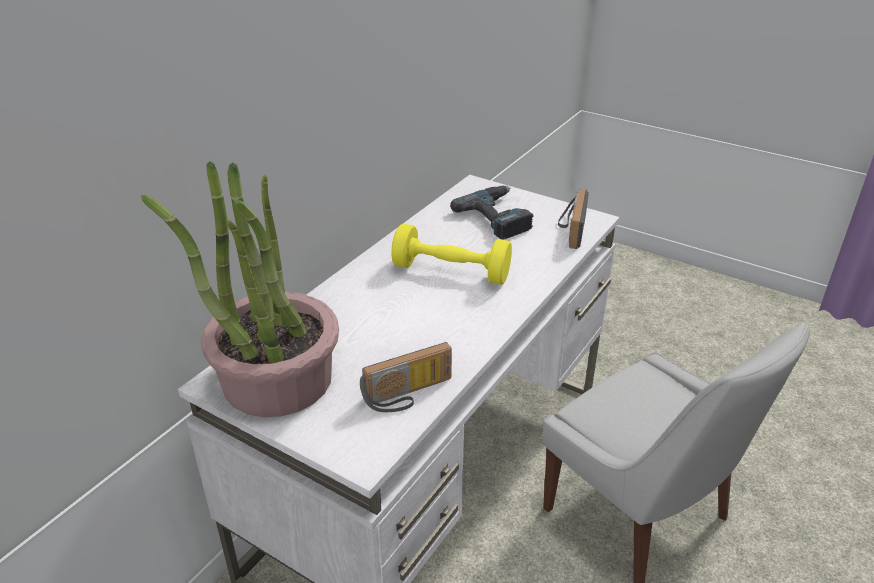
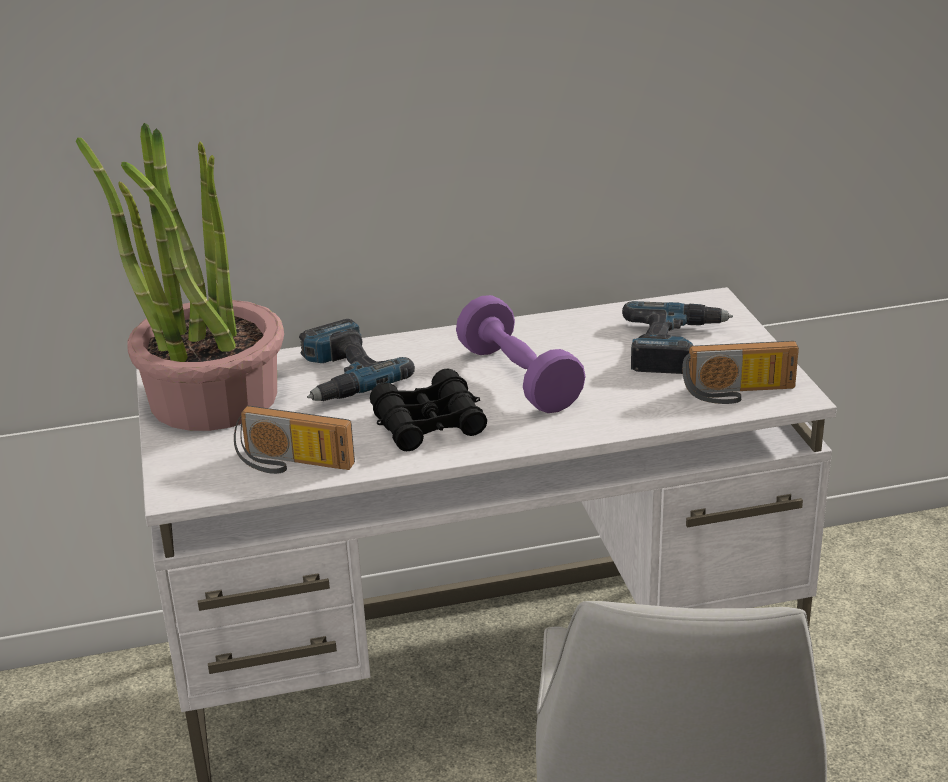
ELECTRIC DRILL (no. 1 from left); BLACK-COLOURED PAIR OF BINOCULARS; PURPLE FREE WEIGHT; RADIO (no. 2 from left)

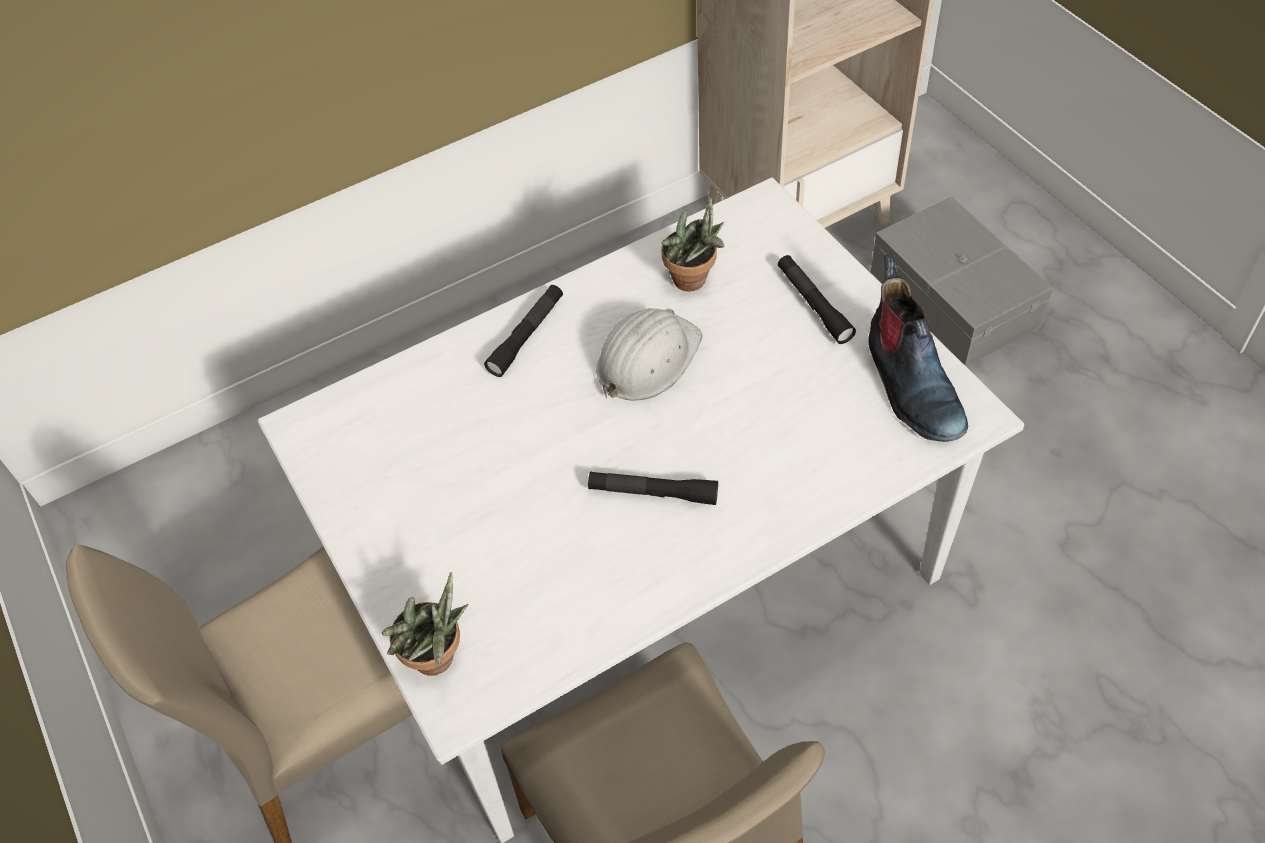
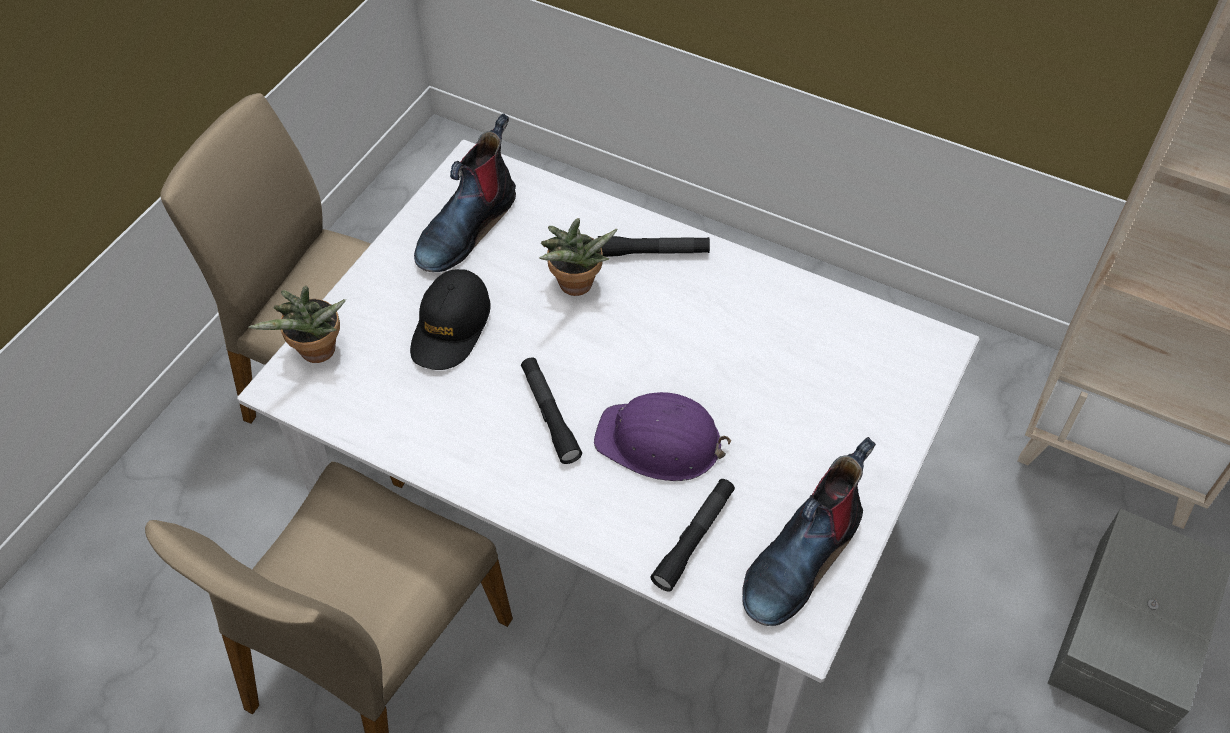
WHITE-COLOURED HARD HAT; BLACK-COLOURED PEAKED CAP; HIGH-TOP BOOT (no. 1 from left); PURPLE HARD HAT; HOUSEPLANT (no. 2 from left); BLACK-COLOURED FLASHLIGHT (no. 3 from left)

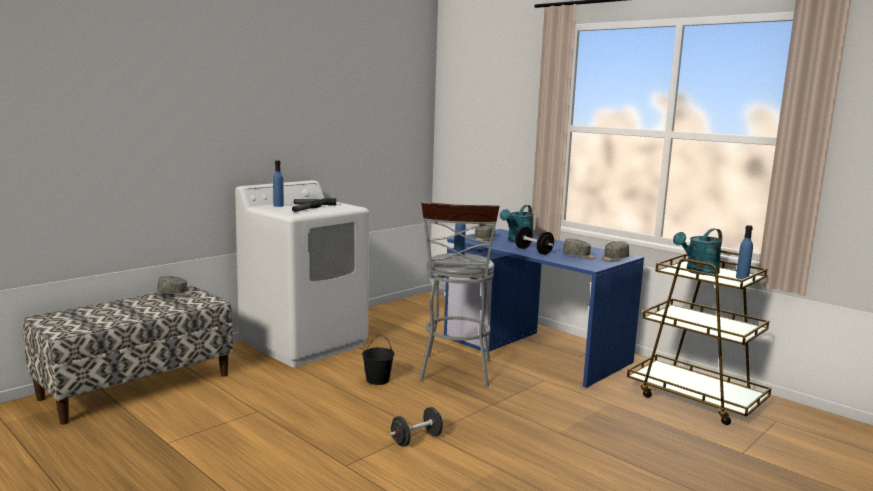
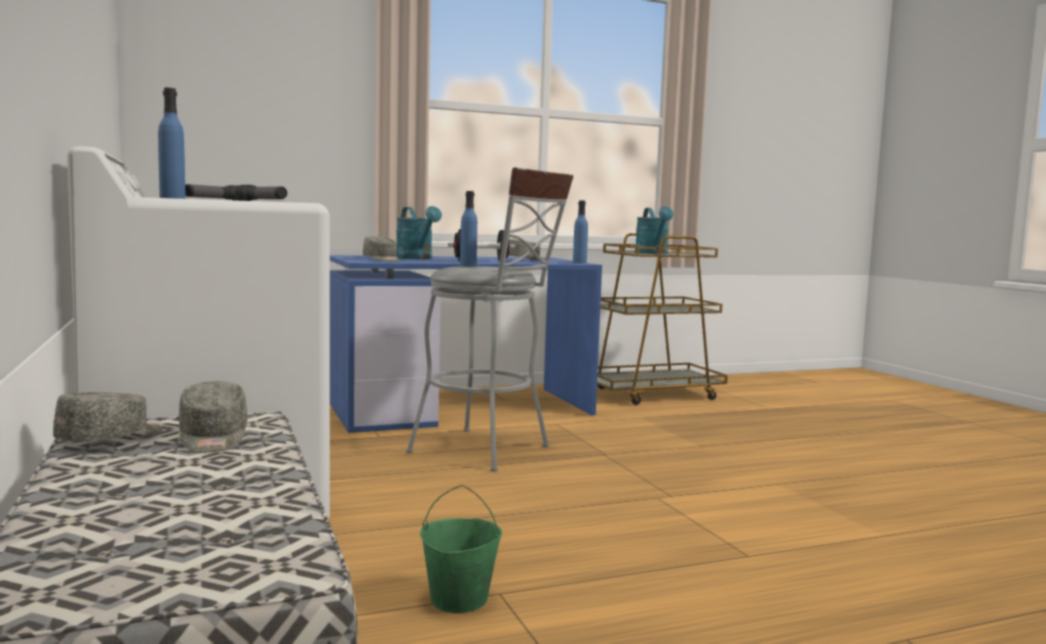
BLACK-COLOURED PAIL; BLACK-COLOURED FREE WEIGHT (no. 1 from left in the first image); GREEN-COLOURED PAIL; GREY PEAKED CAP (no. 2 from left); BLUE-COLOURED BOTTLE (no. 3 from left)

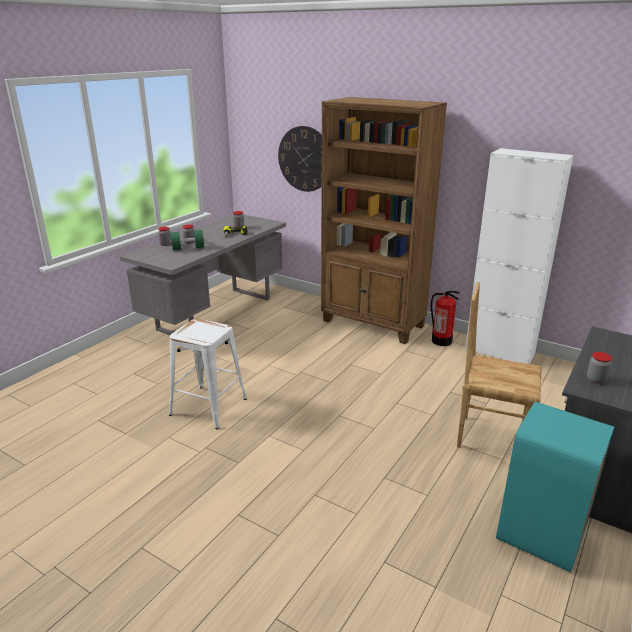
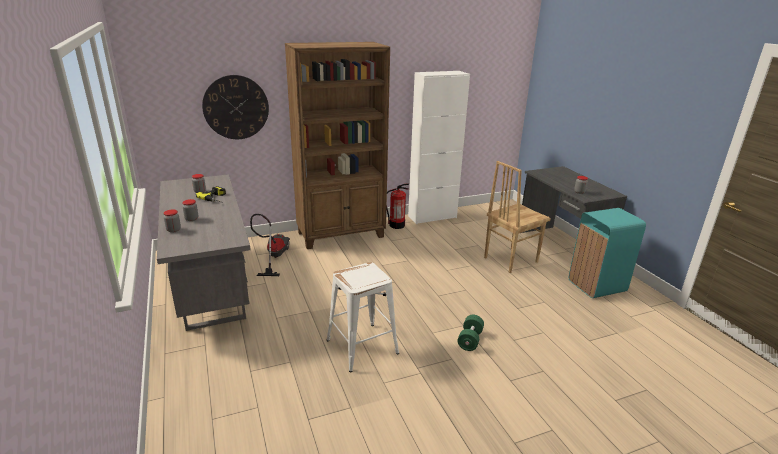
HOOVER; GREEN-COLOURED FREE WEIGHT

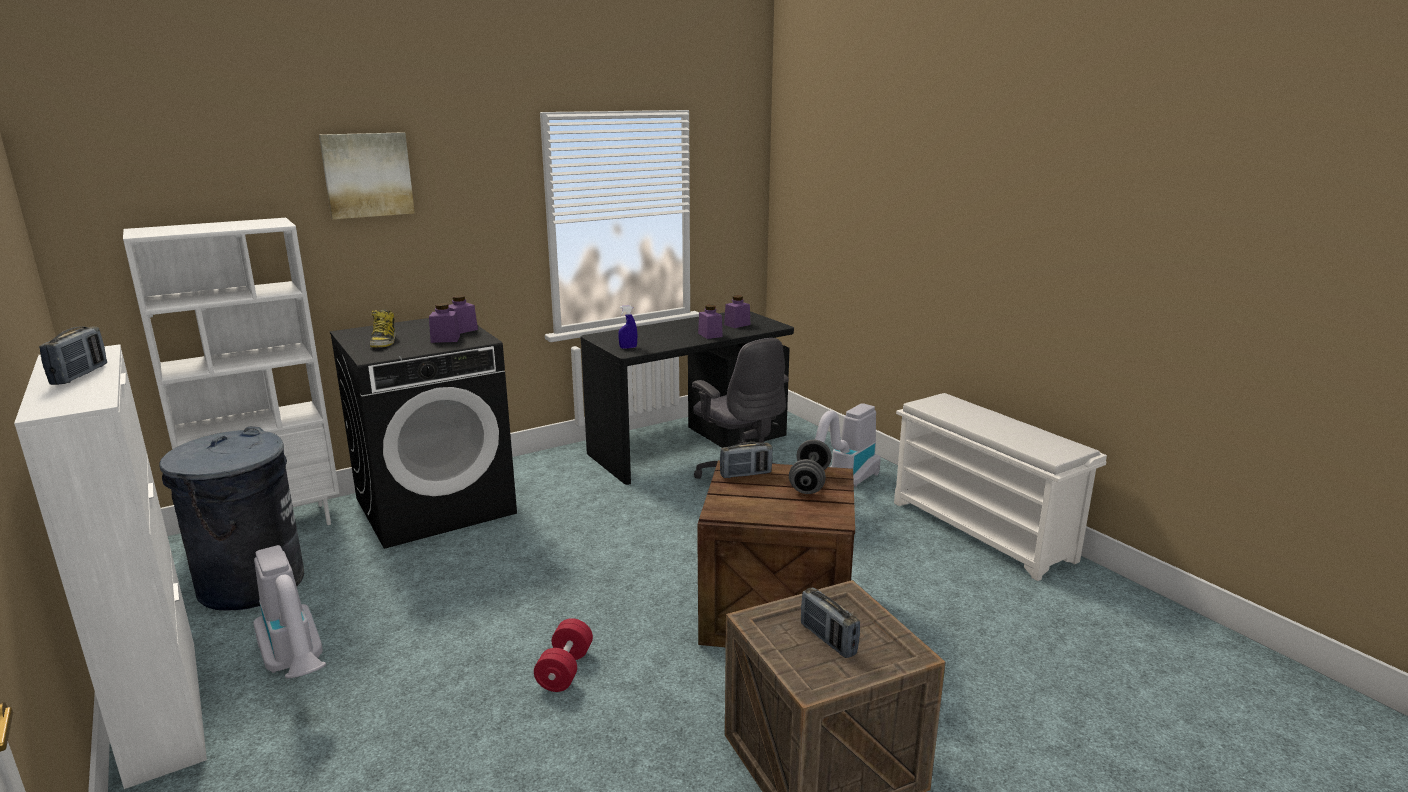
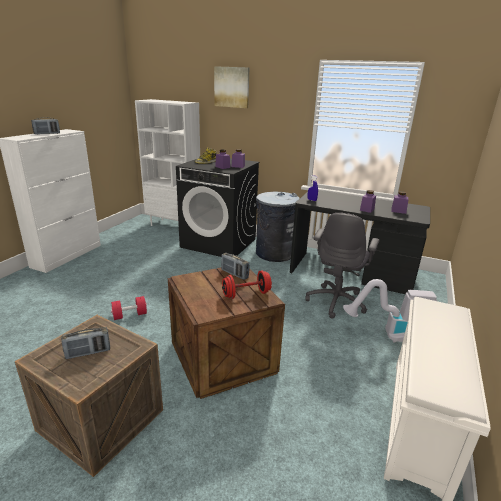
HOOVER (no. 1 from left in the first image); GREY WASTE BIN; RED FREE WEIGHT (no. 2 from left); RADIO (no. 2 from left)

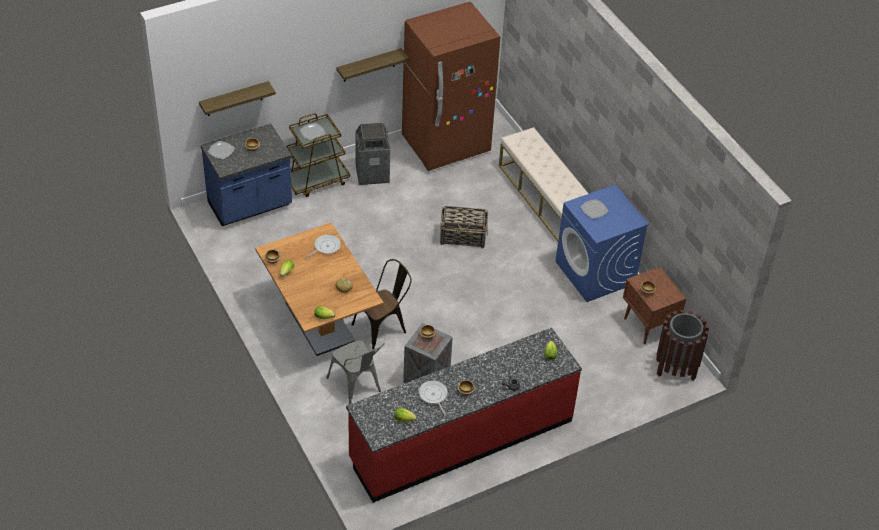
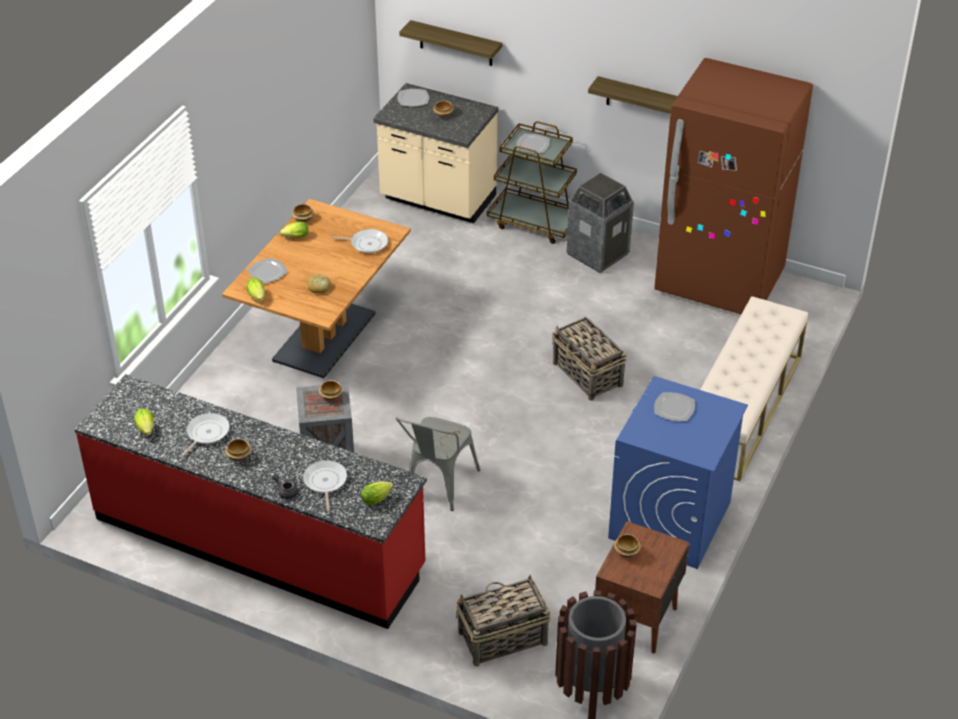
BROWN-COLOURED UPRIGHT CHAIR; DINNER PLATE (no. 1 from left); PAN (no. 2 from left); STORAGE BASKET (no. 1 from left); GREY UPRIGHT CHAIR; SAND-COLOURED KITCHEN BASE UNIT

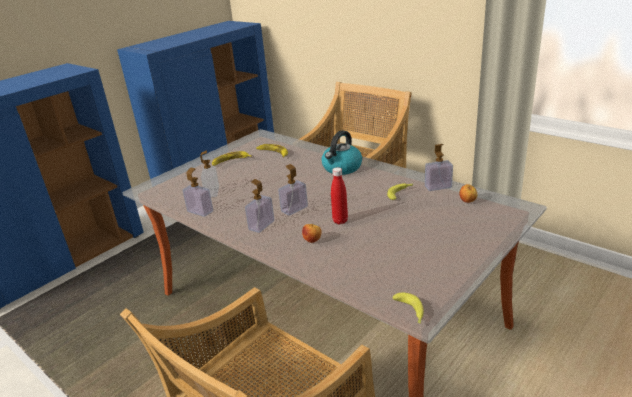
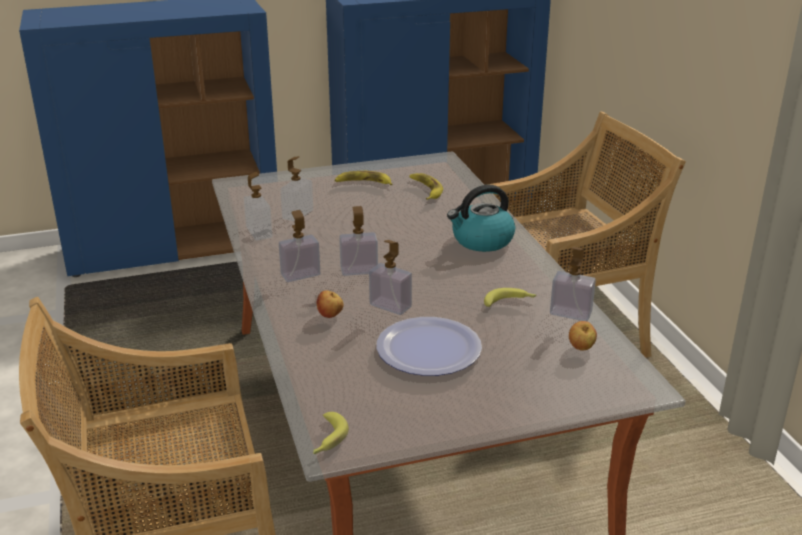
DINNER PLATE; SOAP BOTTLE (no. 5 from left)

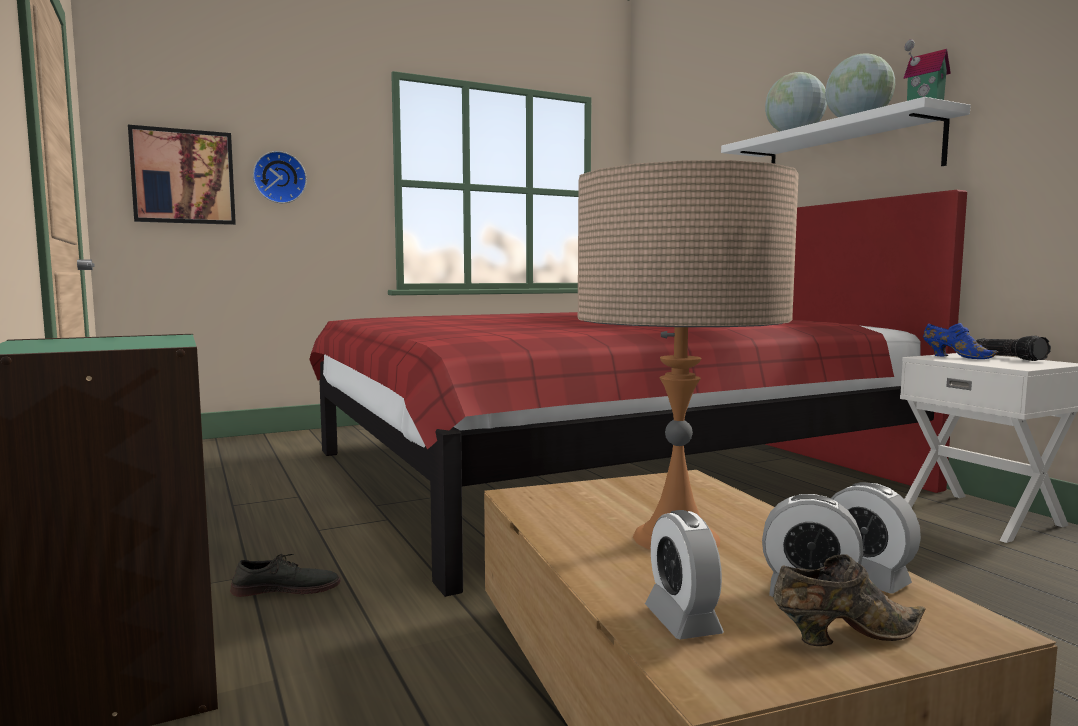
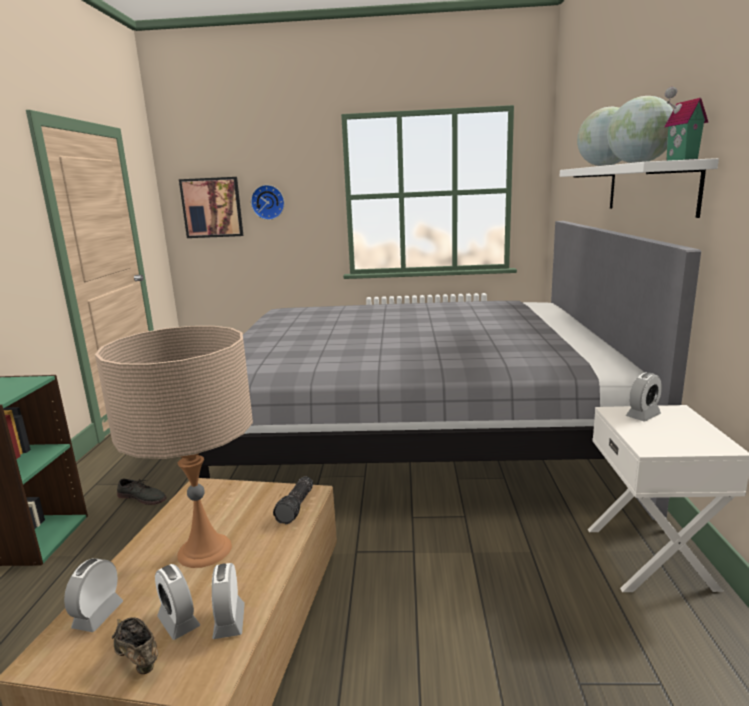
FLASHLIGHT; TABLE CLOCK (no. 4 from left); GREY SLEEPING BED; BROWN-COLOURED ITEM OF FOOTWEAR

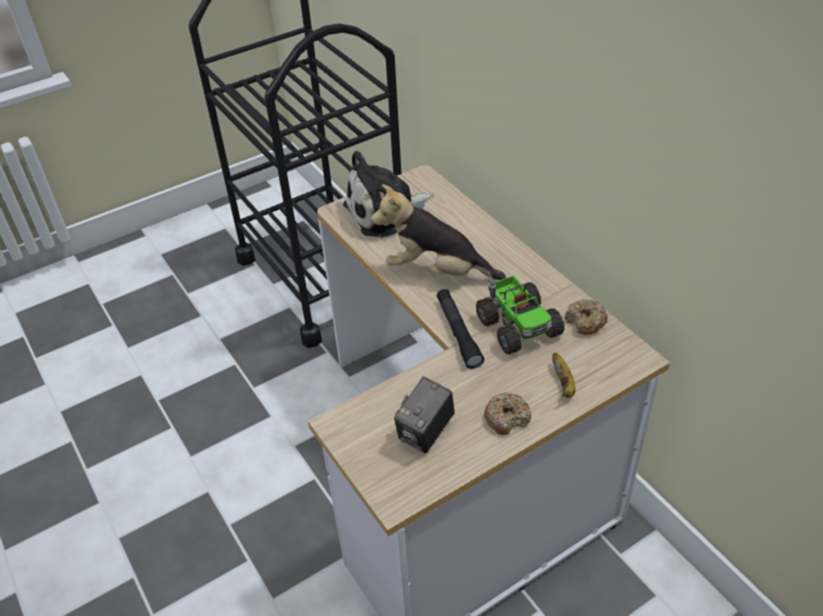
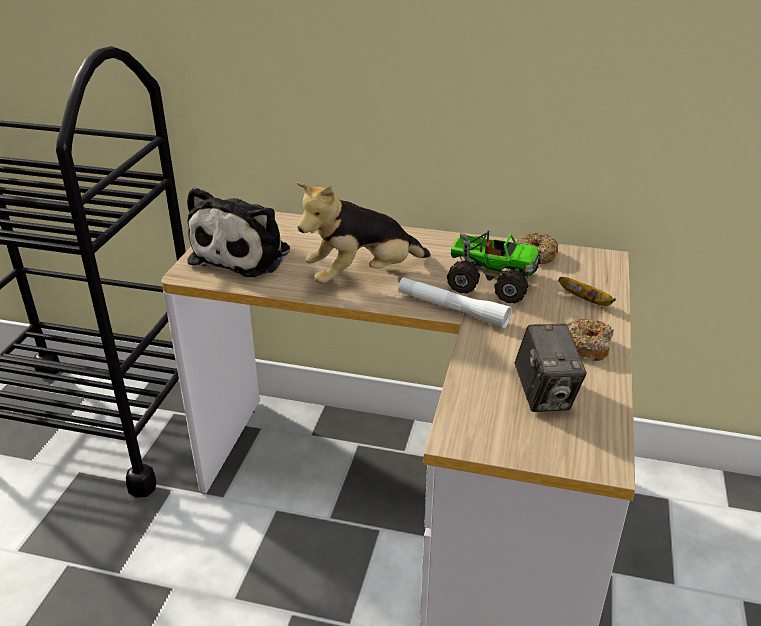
WHITE-COLOURED FLASHLIGHT

